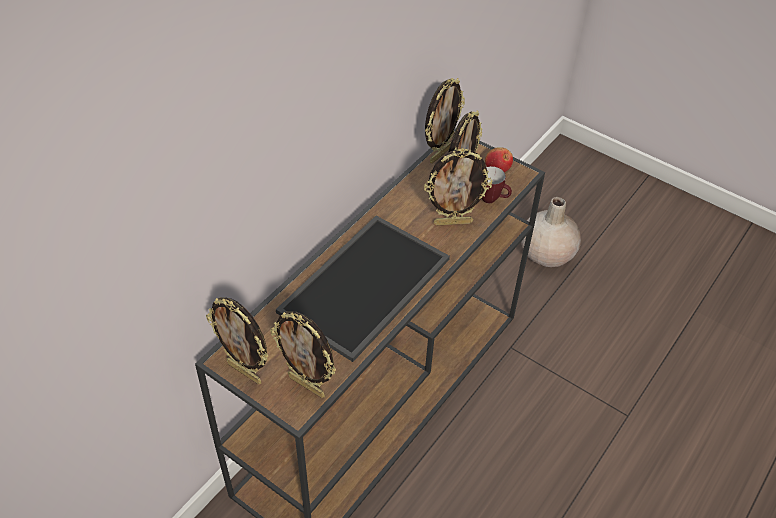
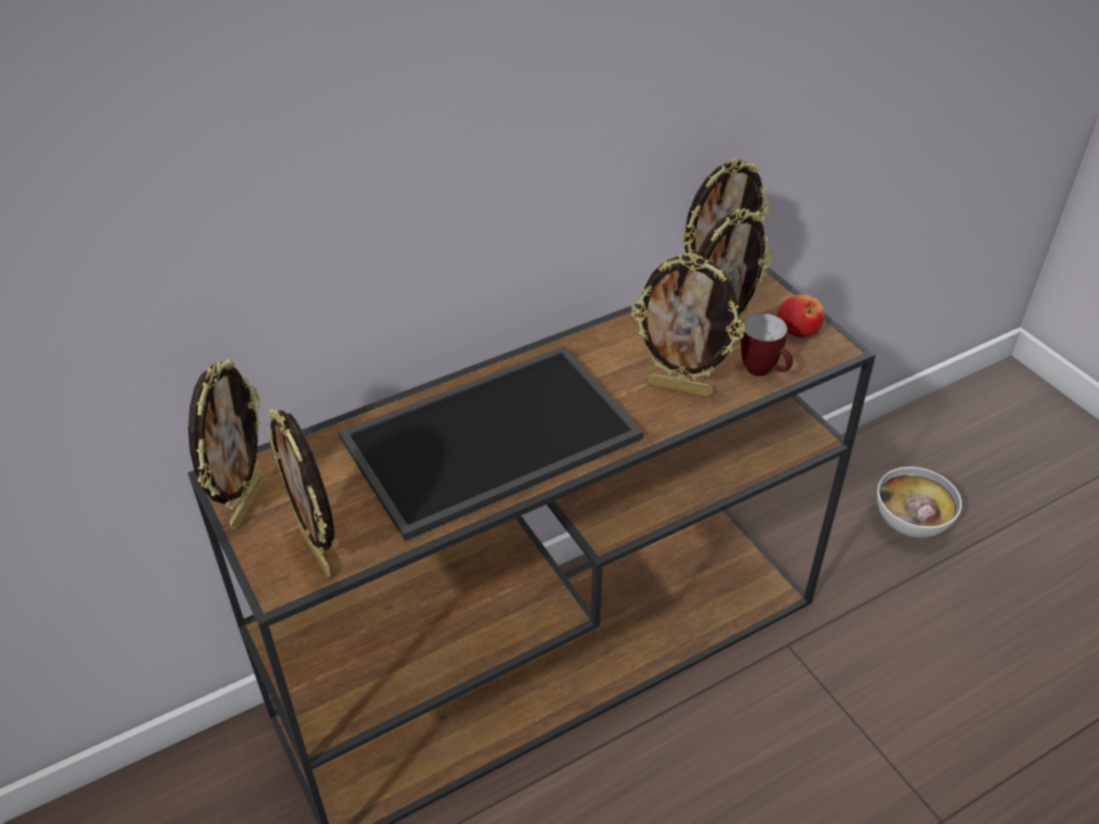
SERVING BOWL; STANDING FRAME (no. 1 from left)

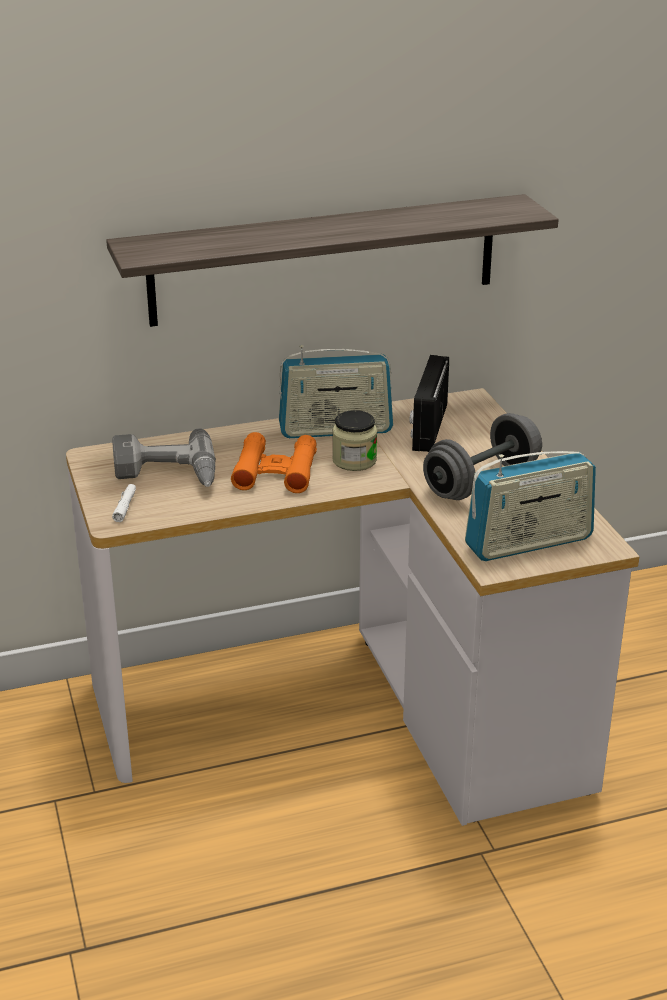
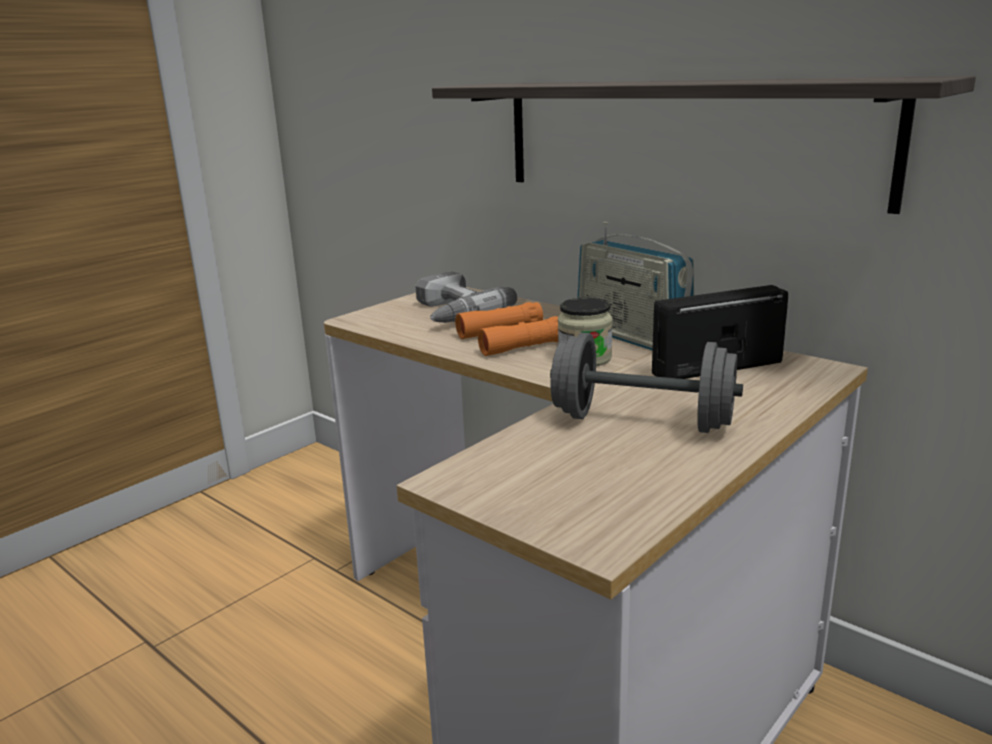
WHITE-COLOURED FLASHLIGHT; RADIO (no. 3 from left in the first image)

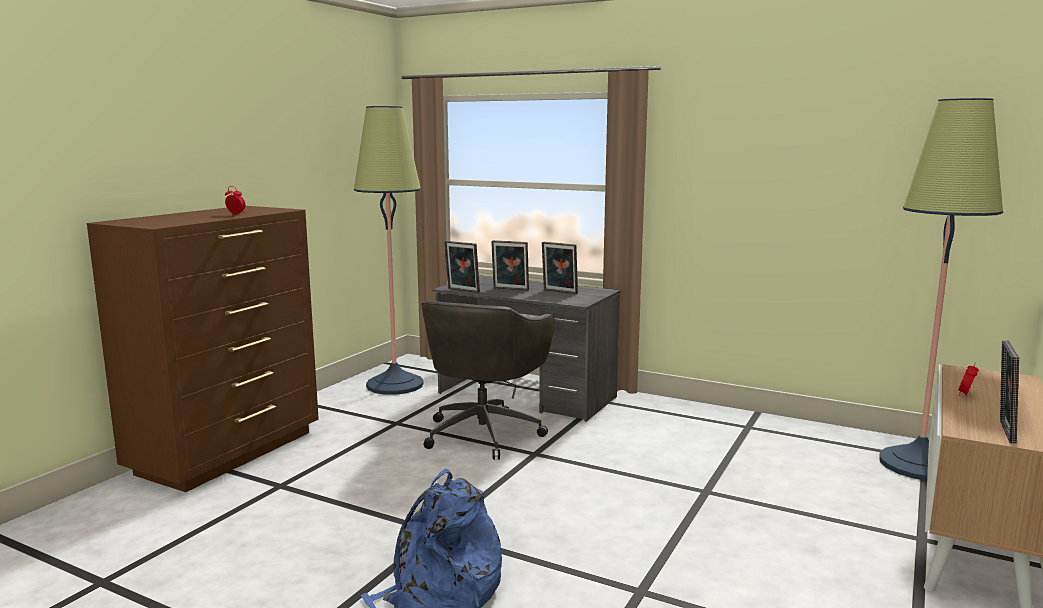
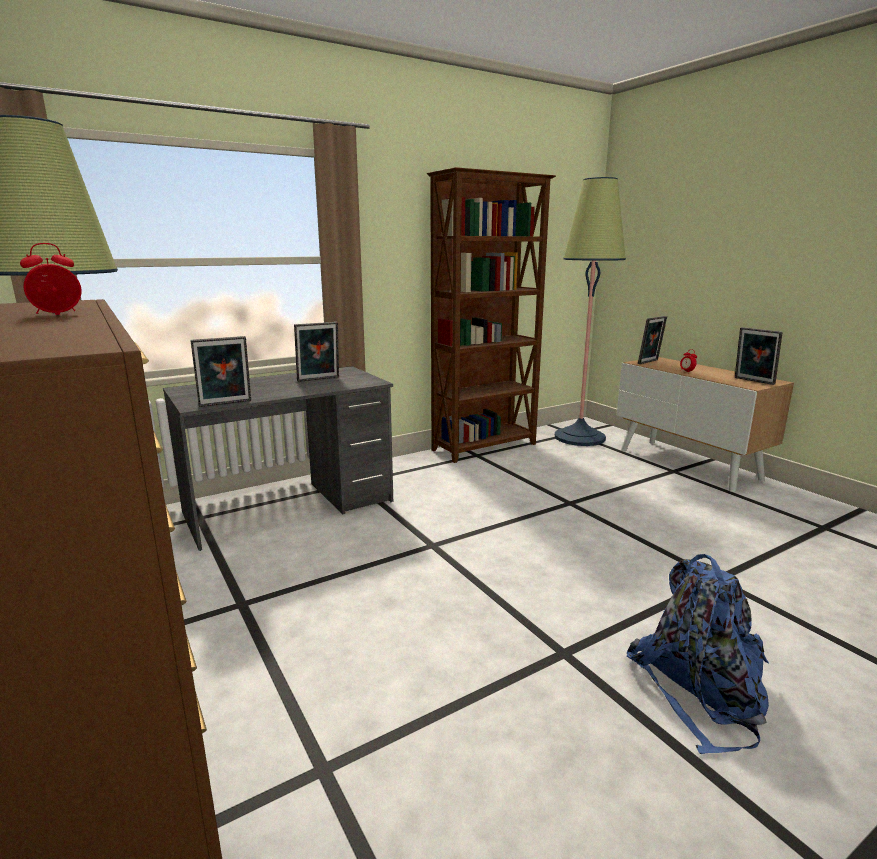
GREY DESK CHAIR; BROWN-COLOURED SHELVING UNIT; STANDING FRAME (no. 3 from left)

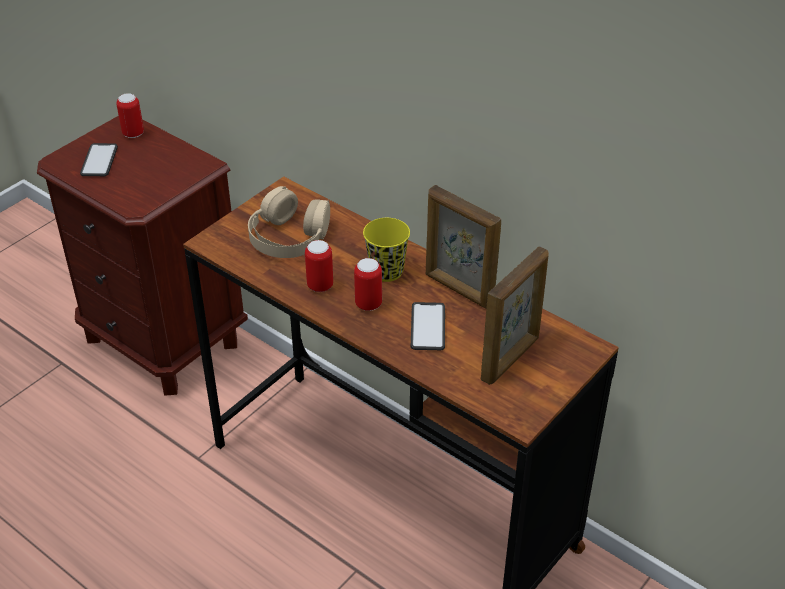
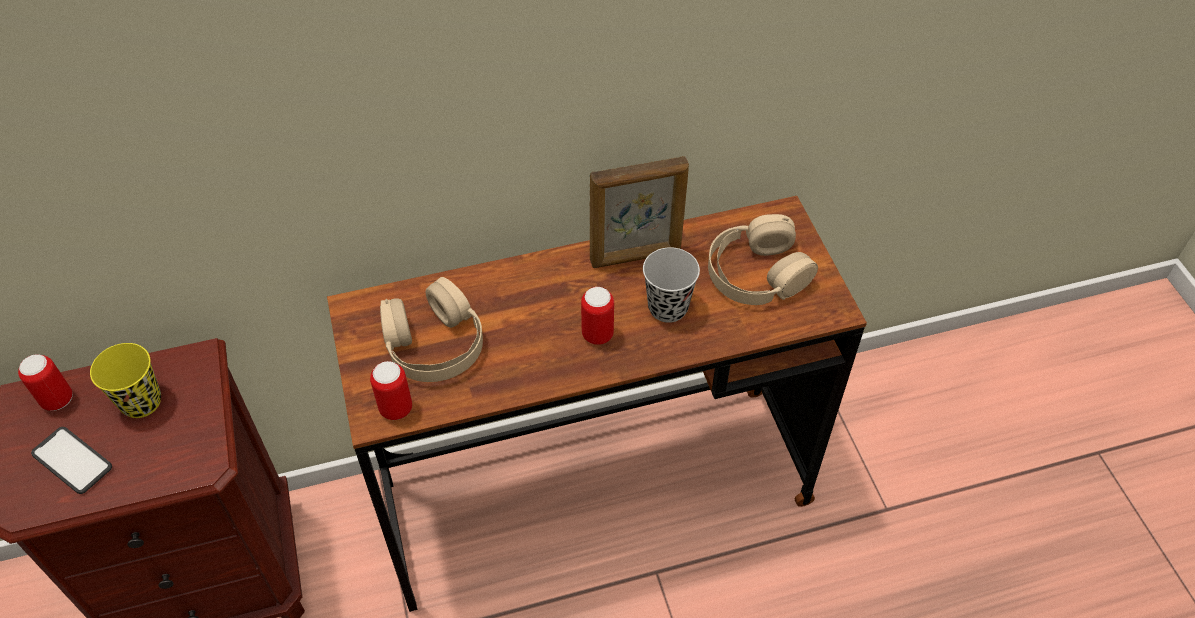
CAN (no. 2 from left); YELLOW CUP; BLACK-COLOURED CUP; SAND-COLOURED HEADPHONES (no. 2 from left)

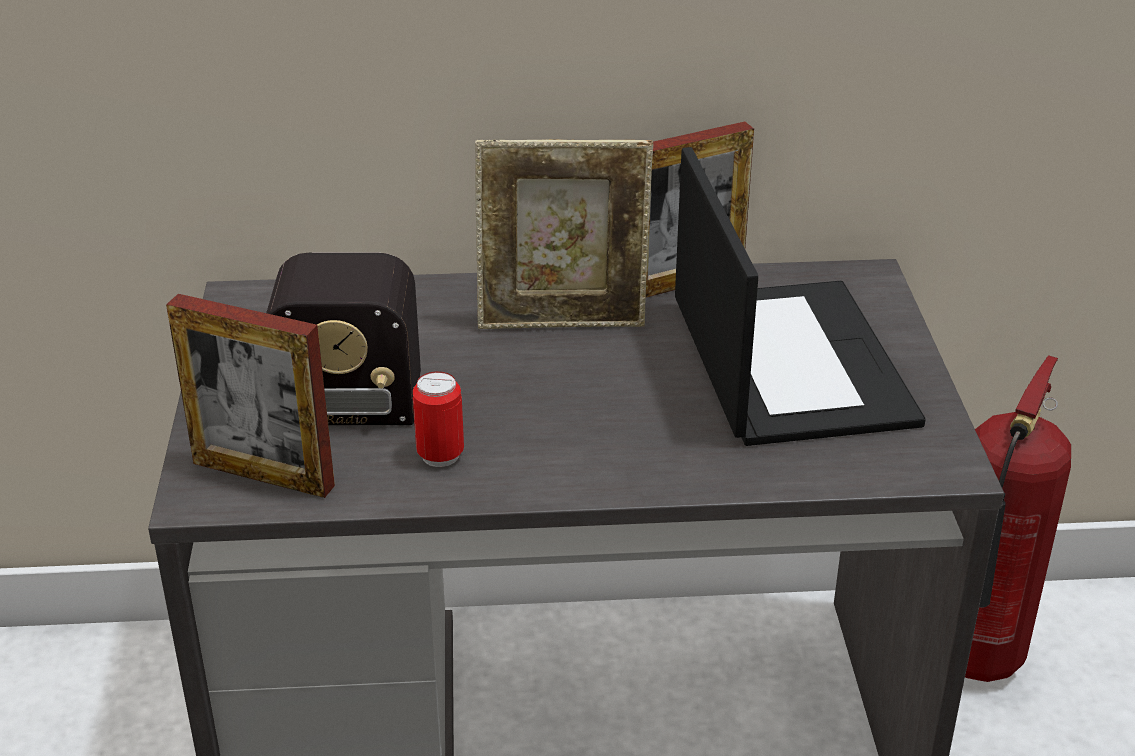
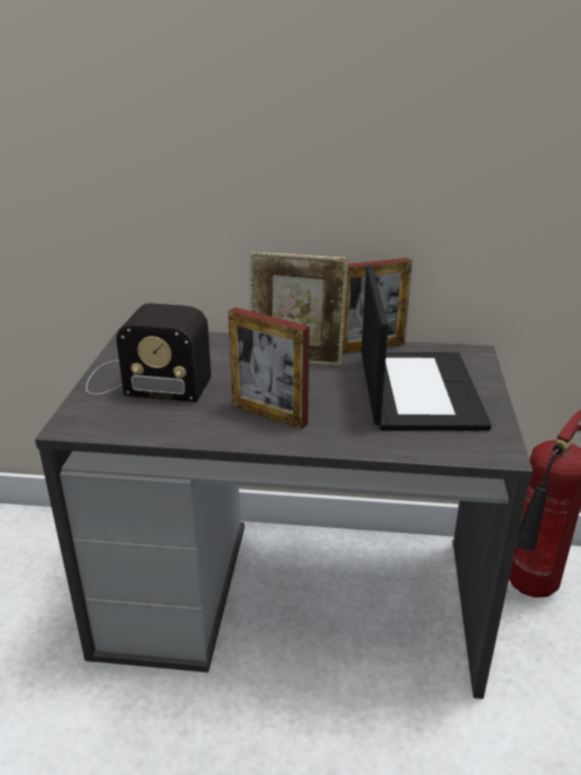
CAN; STANDING FRAME (no. 1 from left)

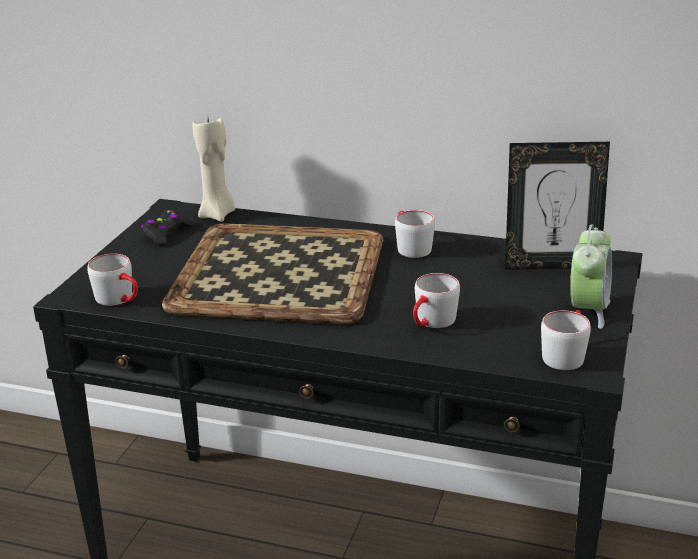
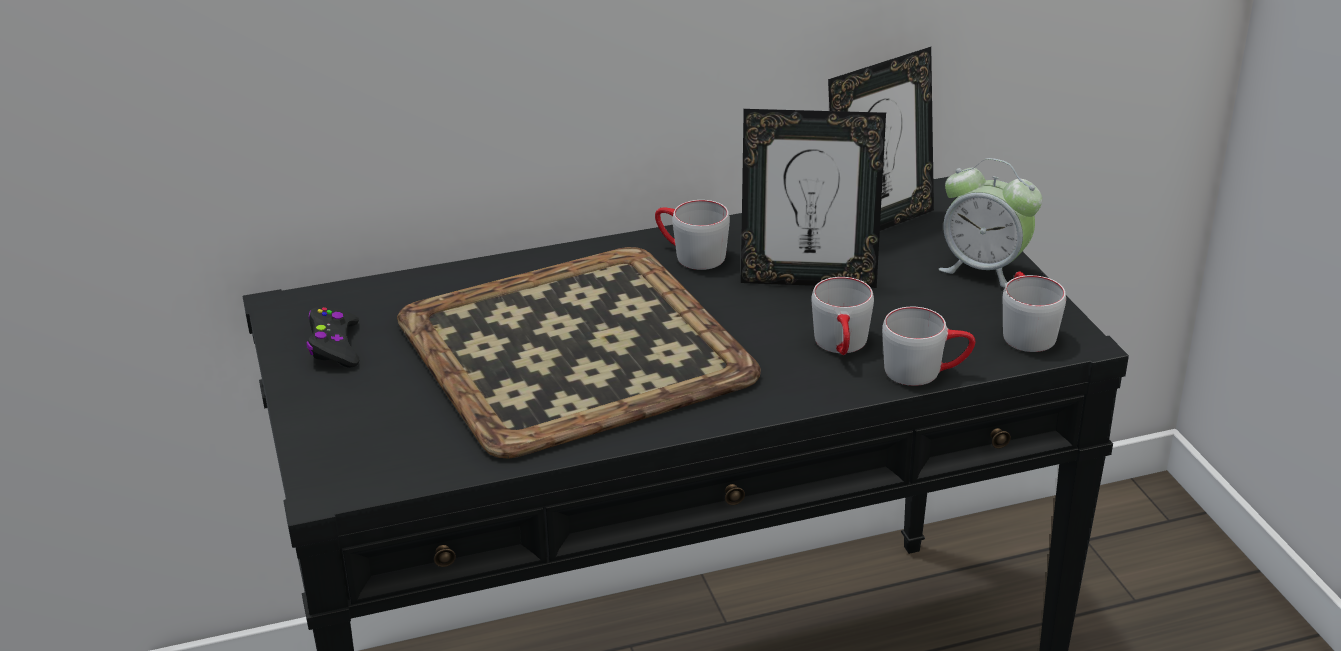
SAND-COLOURED CANDLE; STANDING FRAME (no. 1 from left); GREY TEA MUG (no. 3 from left); TABLE CLOCK

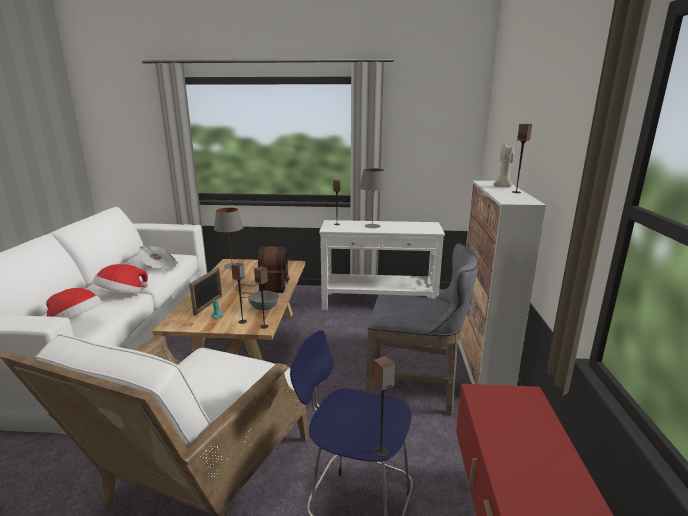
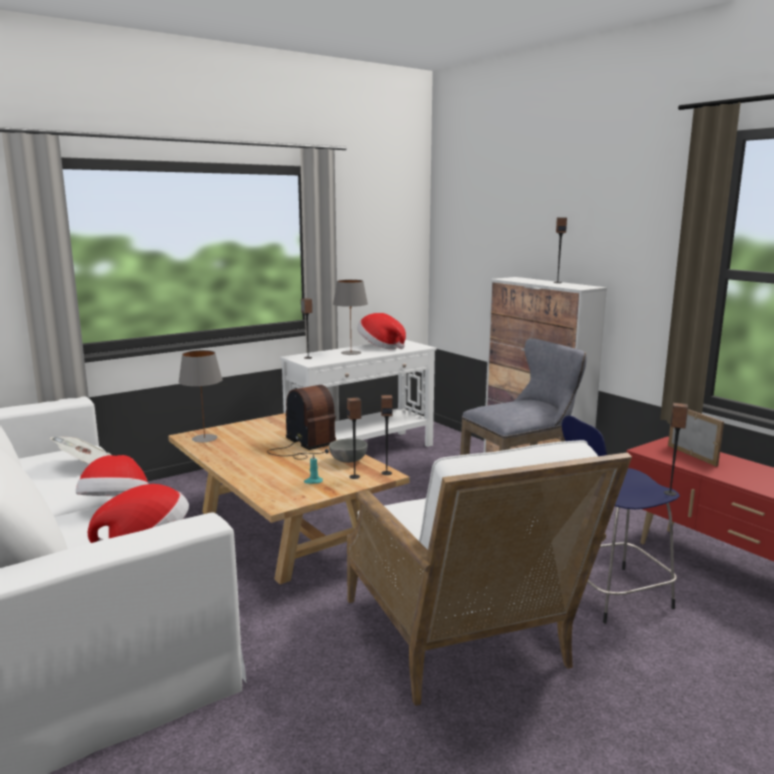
SAND-COLOURED CANDLE; CLOTHING HAT (no. 3 from left); STANDING FRAME

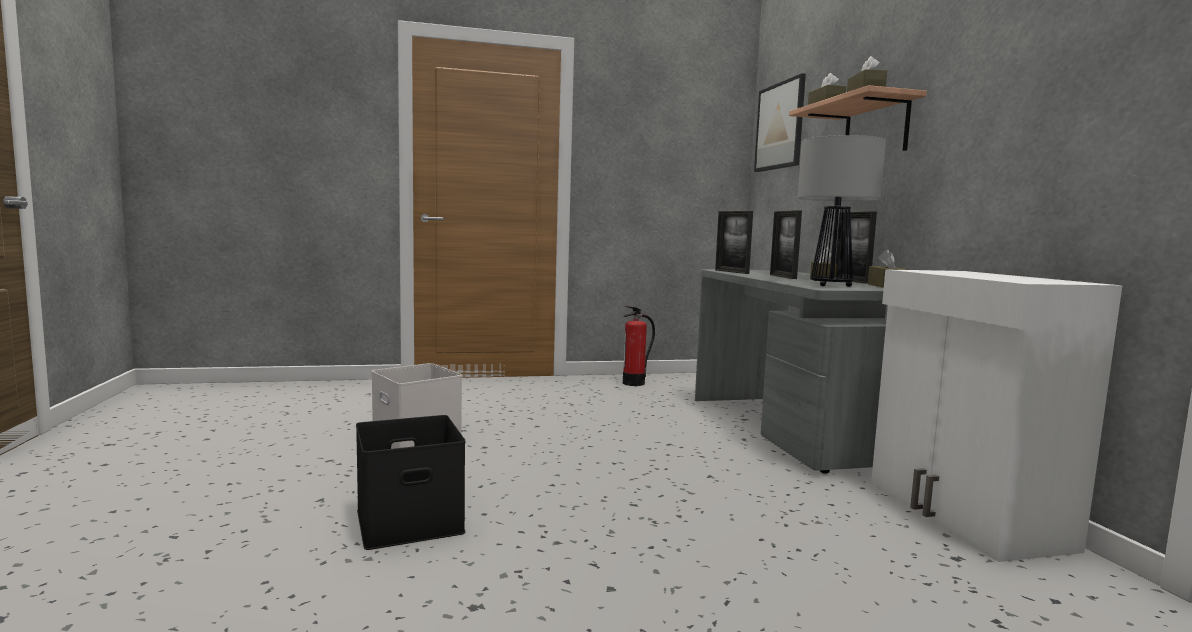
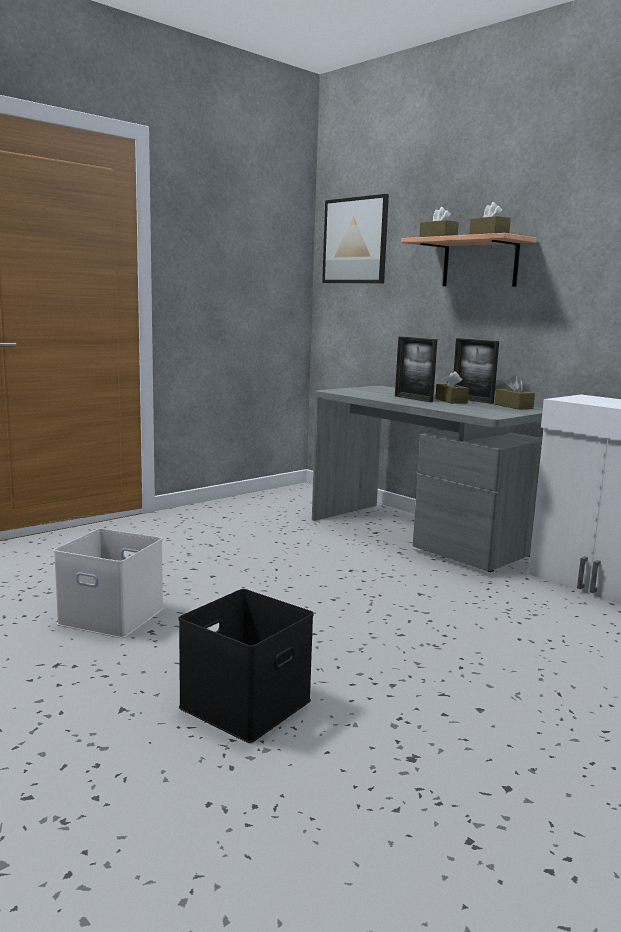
EXTINGUISHER; STANDING FRAME (no. 1 from left in the first image); LAMP FOR A TABLE

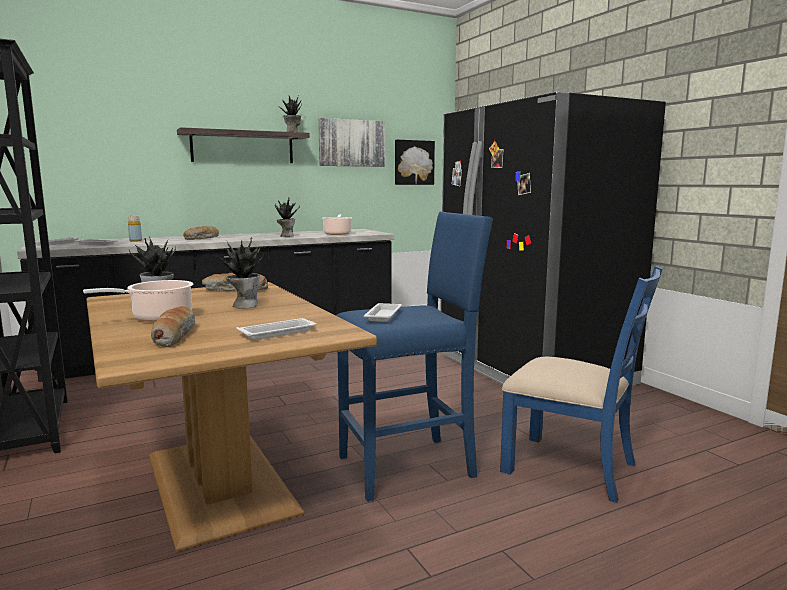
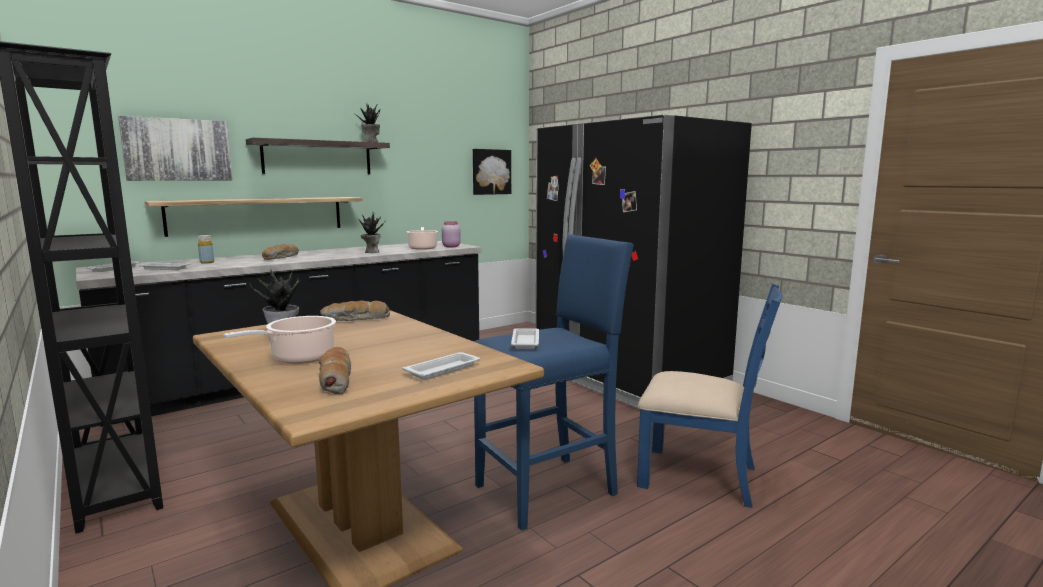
HOUSEPLANT (no. 2 from left in the first image); WALL SHELF (no. 1 from left); PINKISH PRESERVE JAR; PICTURE (no. 1 from left)

